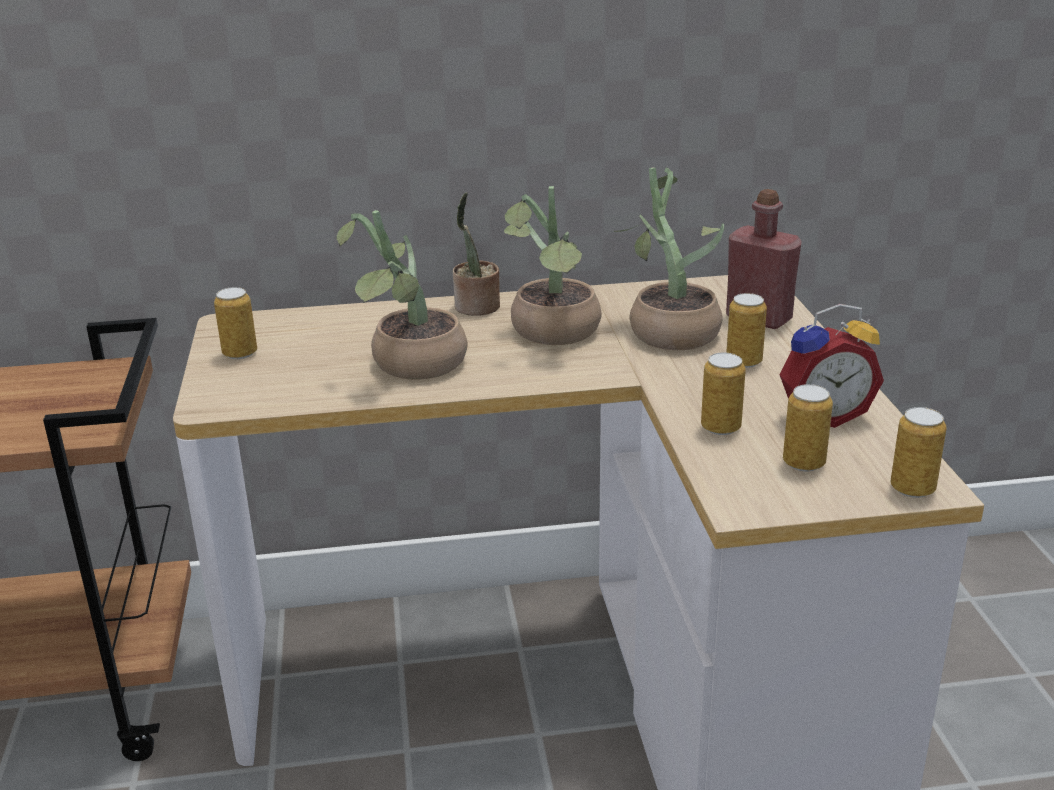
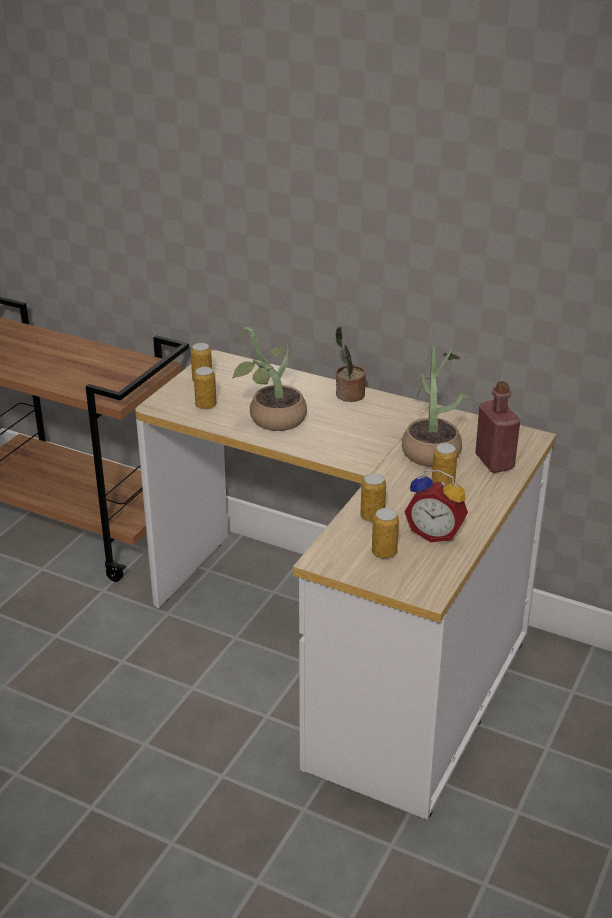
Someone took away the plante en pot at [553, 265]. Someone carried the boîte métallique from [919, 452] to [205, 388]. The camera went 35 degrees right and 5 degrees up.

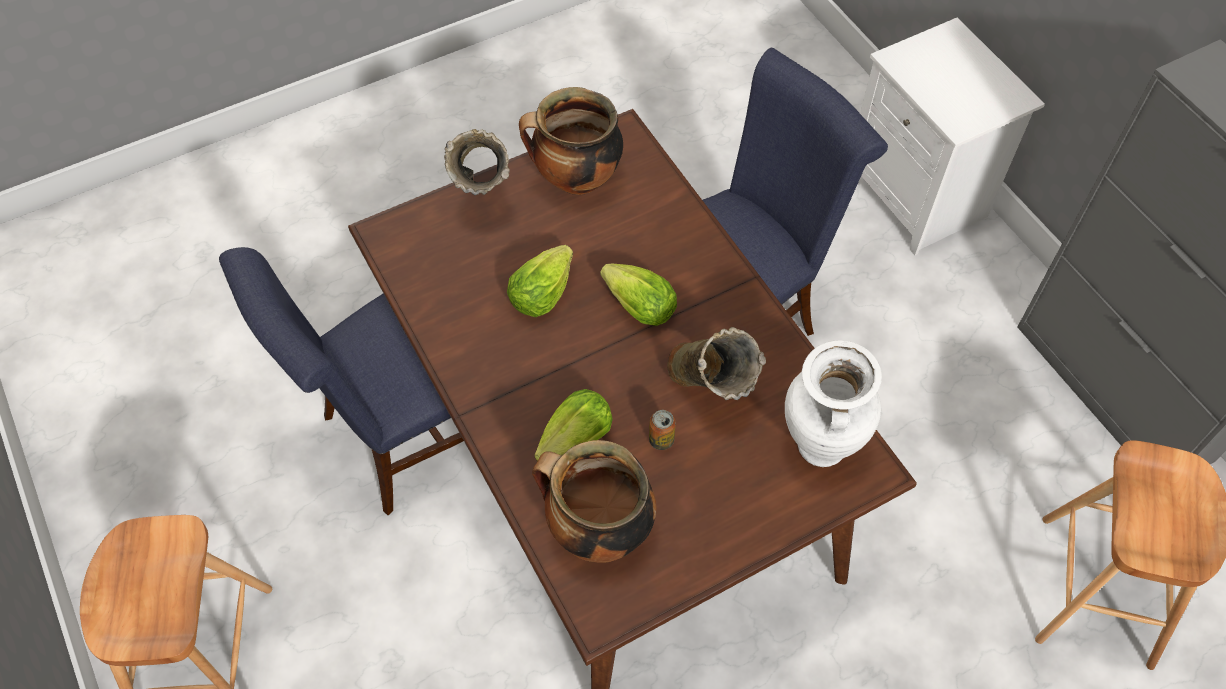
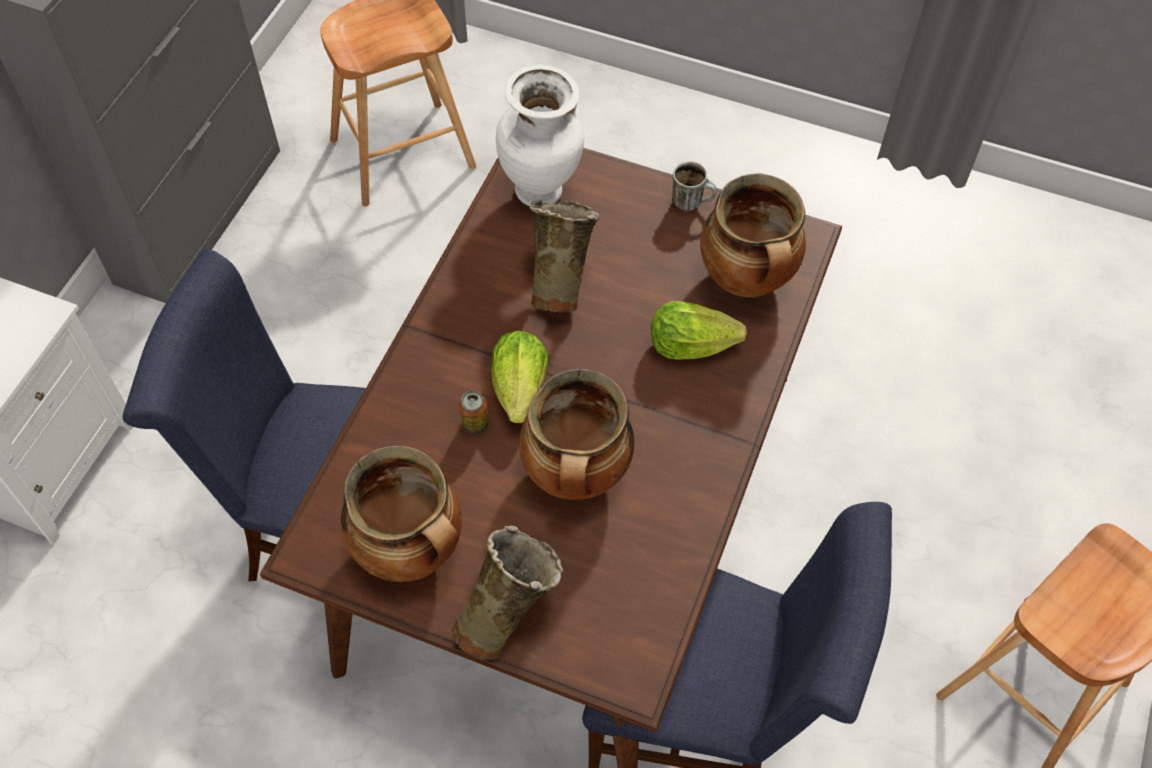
Someone put down the mug at [694, 186]. Someone carried the boîte métallique from [662, 430] to [474, 413]. Someone swapped the laitue at [540, 281] for the marmite at [576, 434]. The camera went 130 degrees left and 0 degrees up.

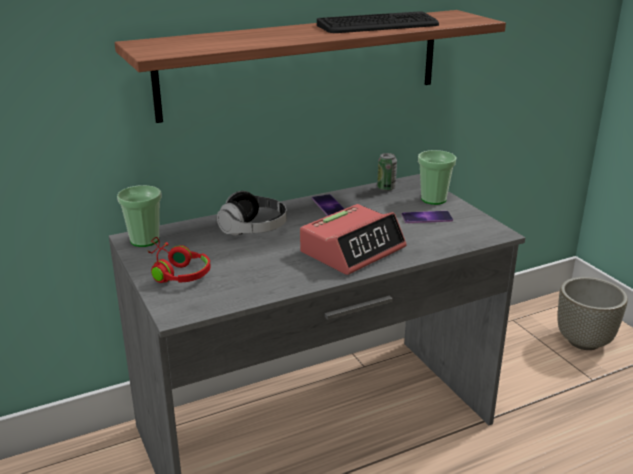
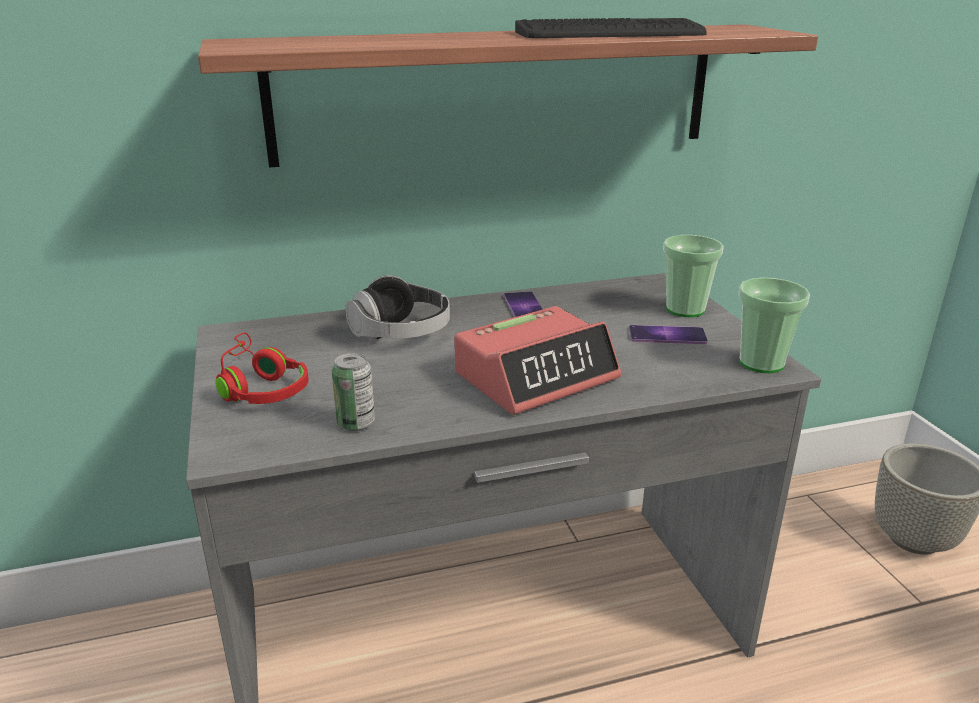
Someone carried the tasse from [139, 216] to [774, 325]. Someone carried the boîte métallique from [387, 172] to [353, 392]. The camera went 10 degrees right and 0 degrees up.

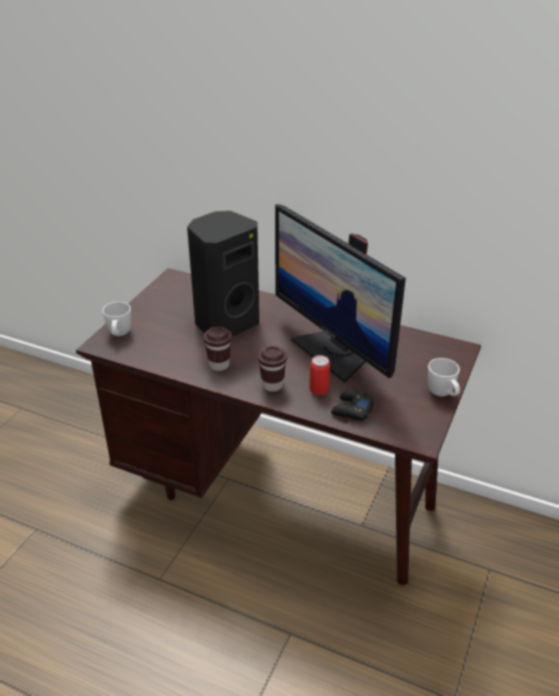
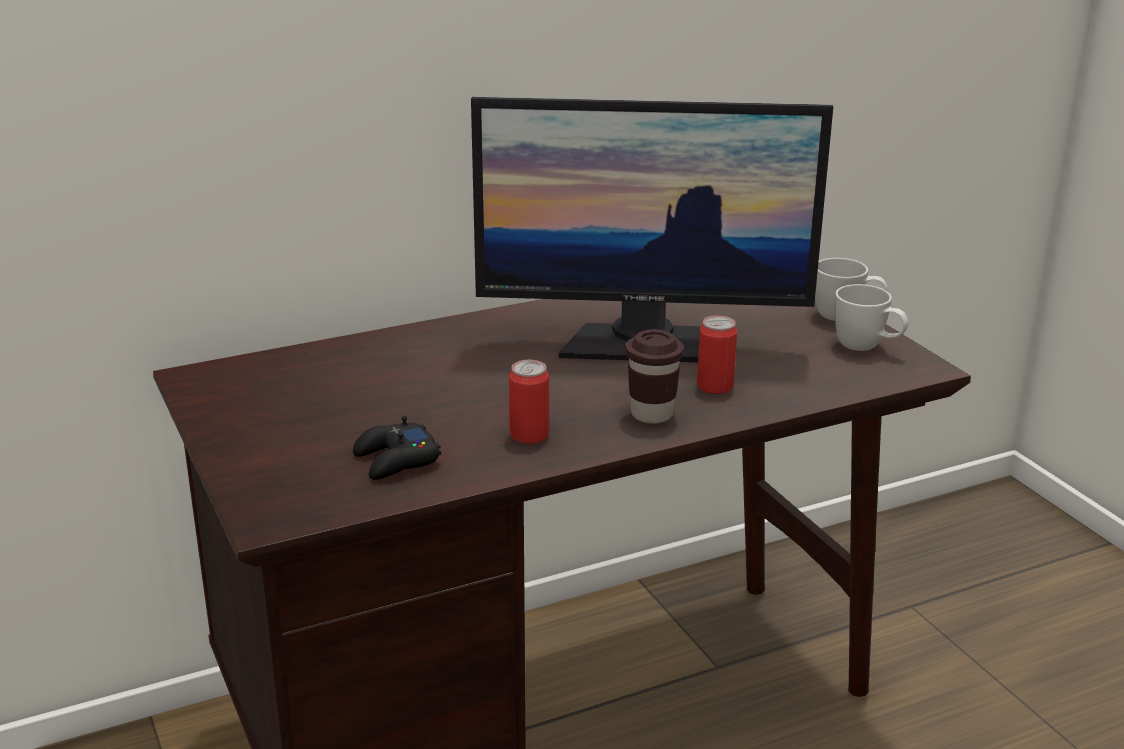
Someone took away the enceinte [noir] at [223, 274]. Someone carried the mug [blanc] from [116, 319] to [872, 317]. Someone carried the manette [noir] from [353, 405] to [397, 448]. Someone swapped the tasse [marron] at [217, 348] for the boîte métallique at [529, 402]. The camera went 50 degrees left and 10 degrees down.

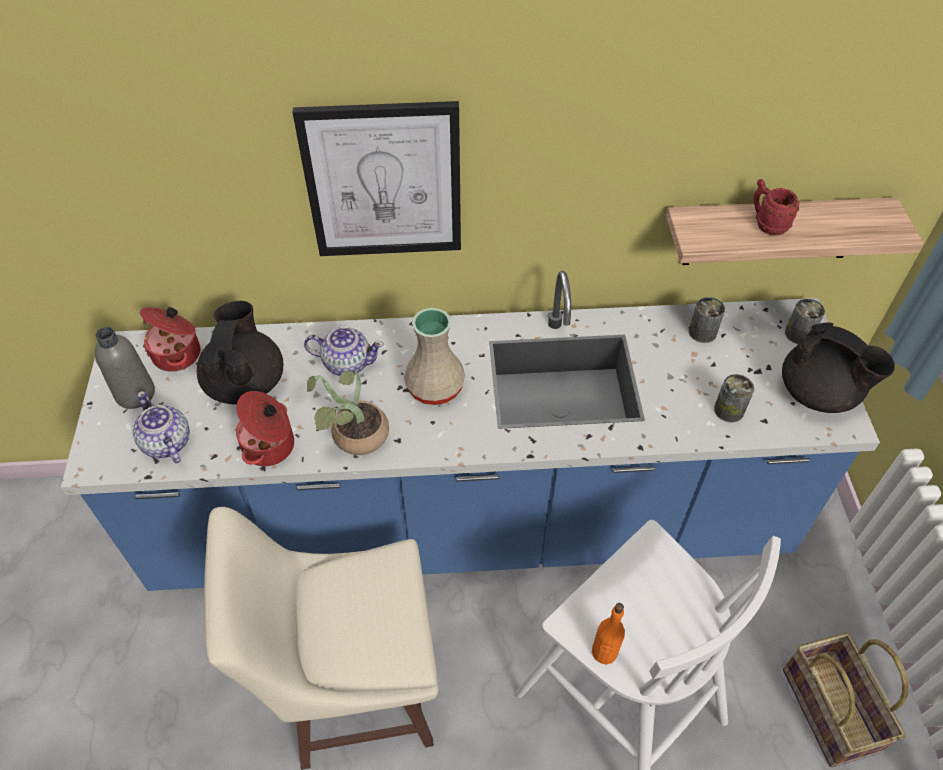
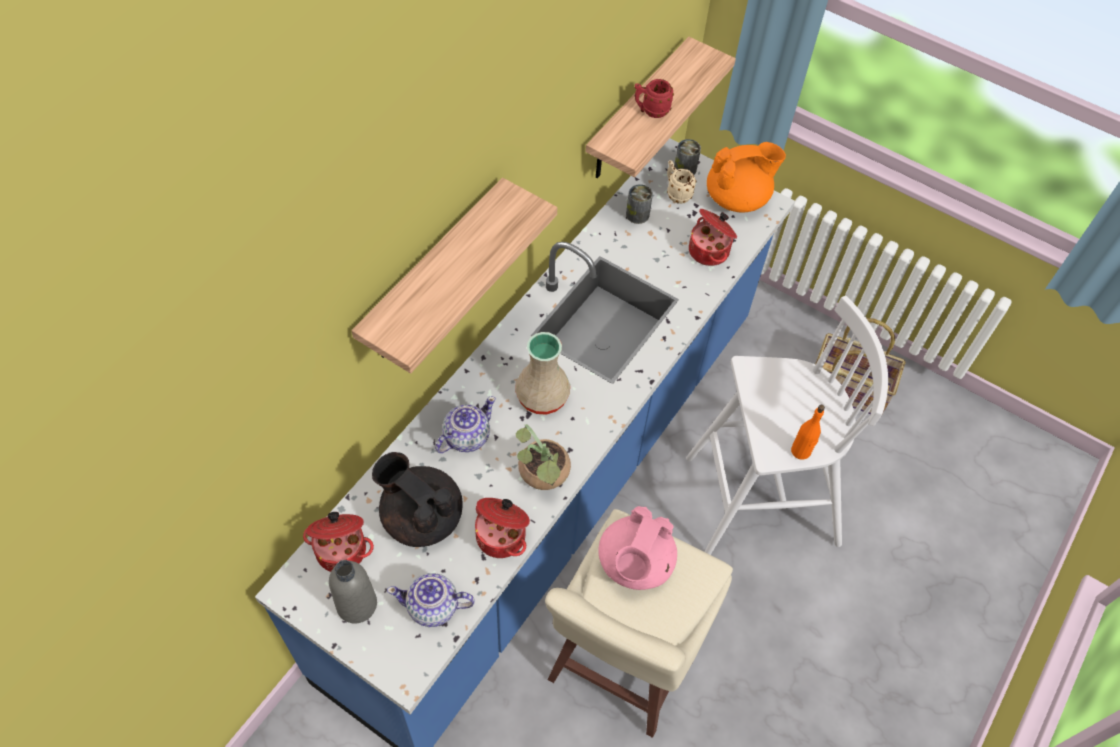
Someone put down the théière [rose] at [637, 548]. Someone put down the mug [beige] at [681, 182]. Someone swapped the tableau at [377, 178] for the étagère at [454, 276]. Someone swapped the boîte métallique at [734, 398] for the marmite at [713, 237]. Someone repainted the théière [noir] at [838, 368], which became the théière [orange] at [746, 177]. The camera went 55 degrees left and 5 degrees up.

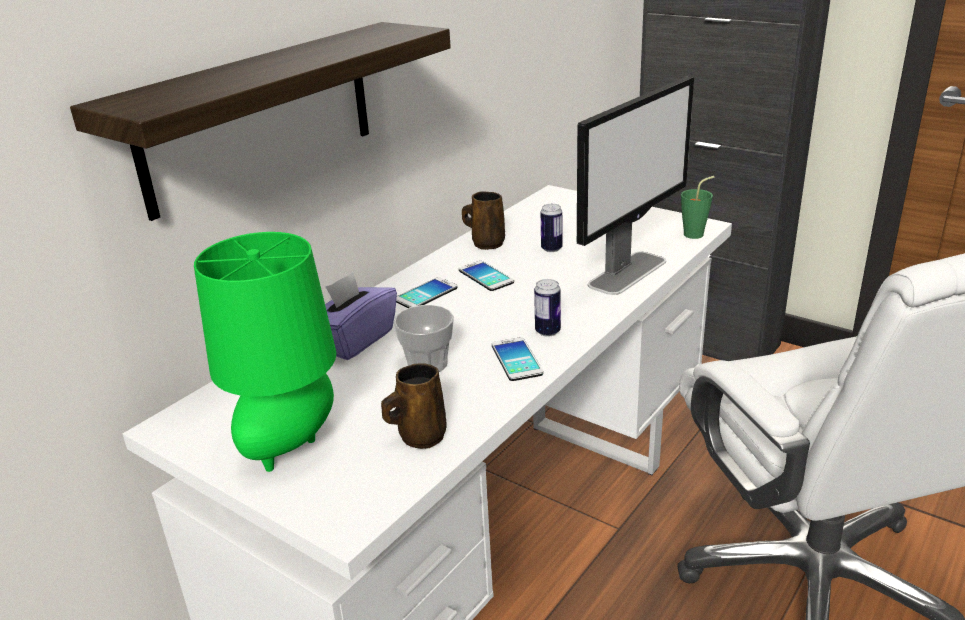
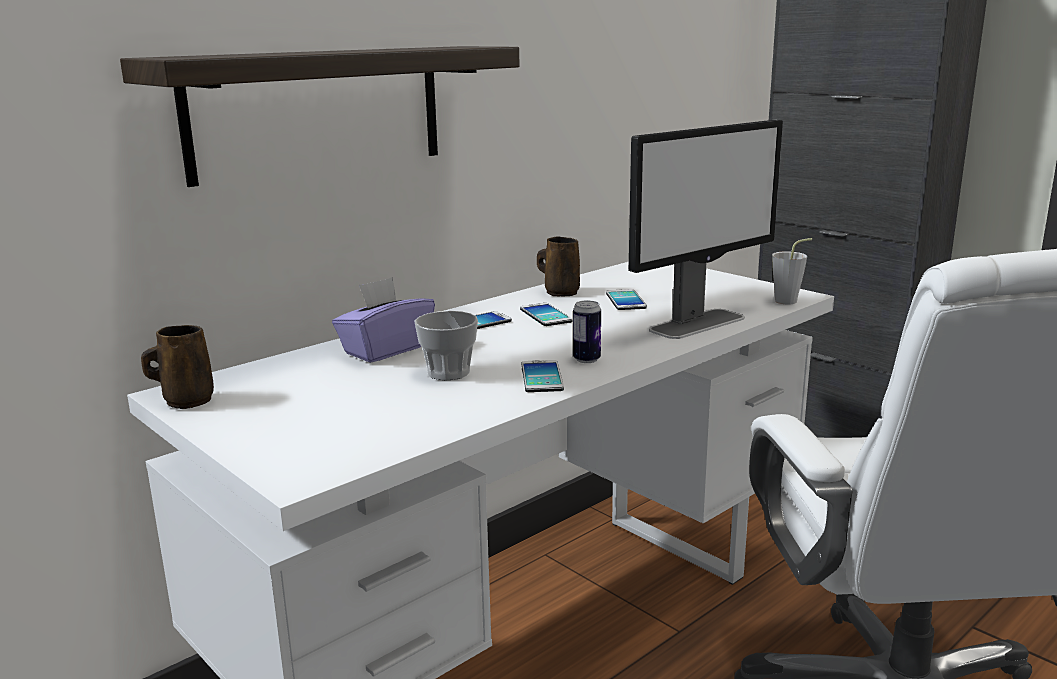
Someone took away the lampe de table [vert] at [265, 352]. Someone carried the mug [marron] from [414, 406] to [177, 367]. Someone swapped the boîte métallique at [551, 228] for the téléphone at [626, 299]. Someone repainted the tasse [vert] at [698, 207], which became the tasse [gris] at [792, 271]. The camera went 10 degrees right and 10 degrees down.

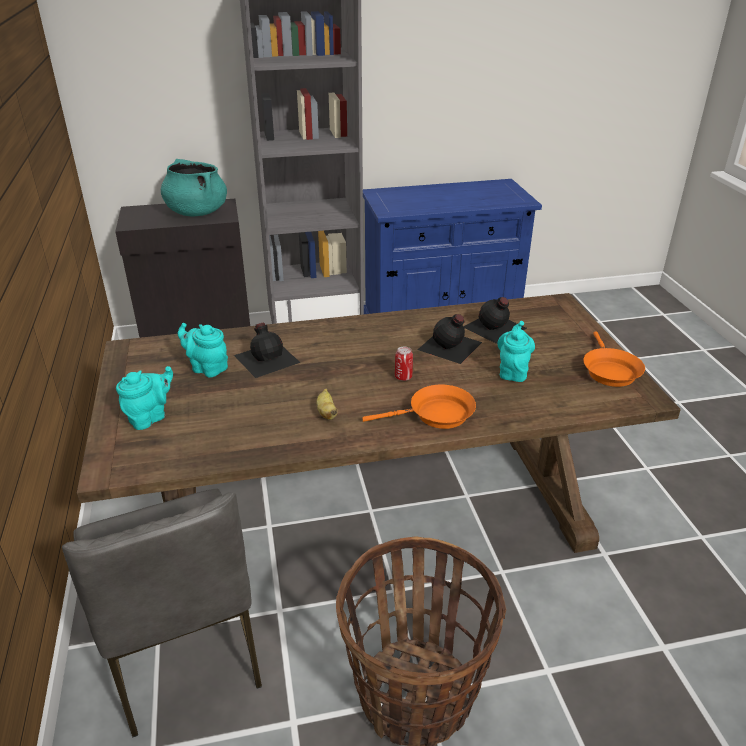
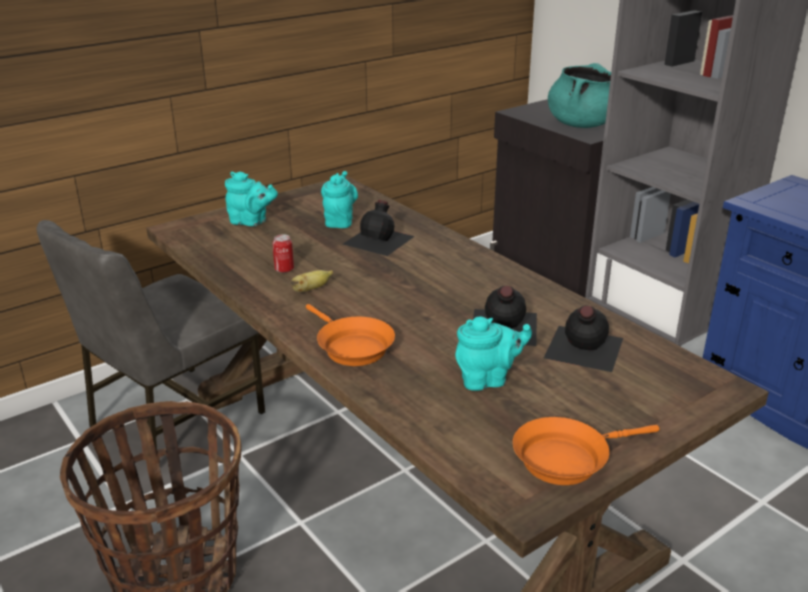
Someone carried the boîte métallique from [404, 364] to [283, 253]. The camera went 65 degrees right and 5 degrees down.

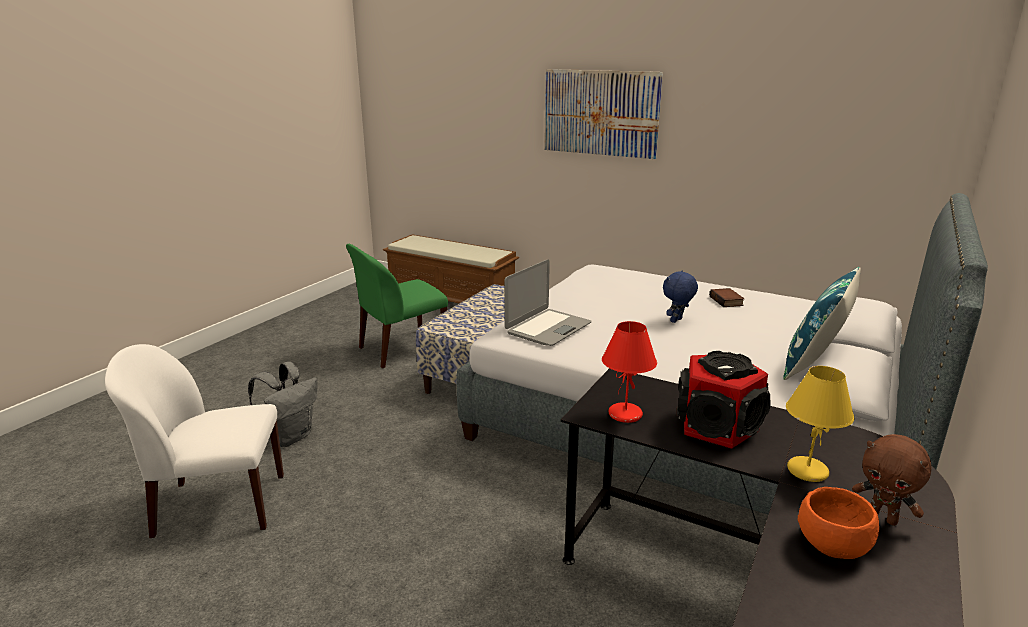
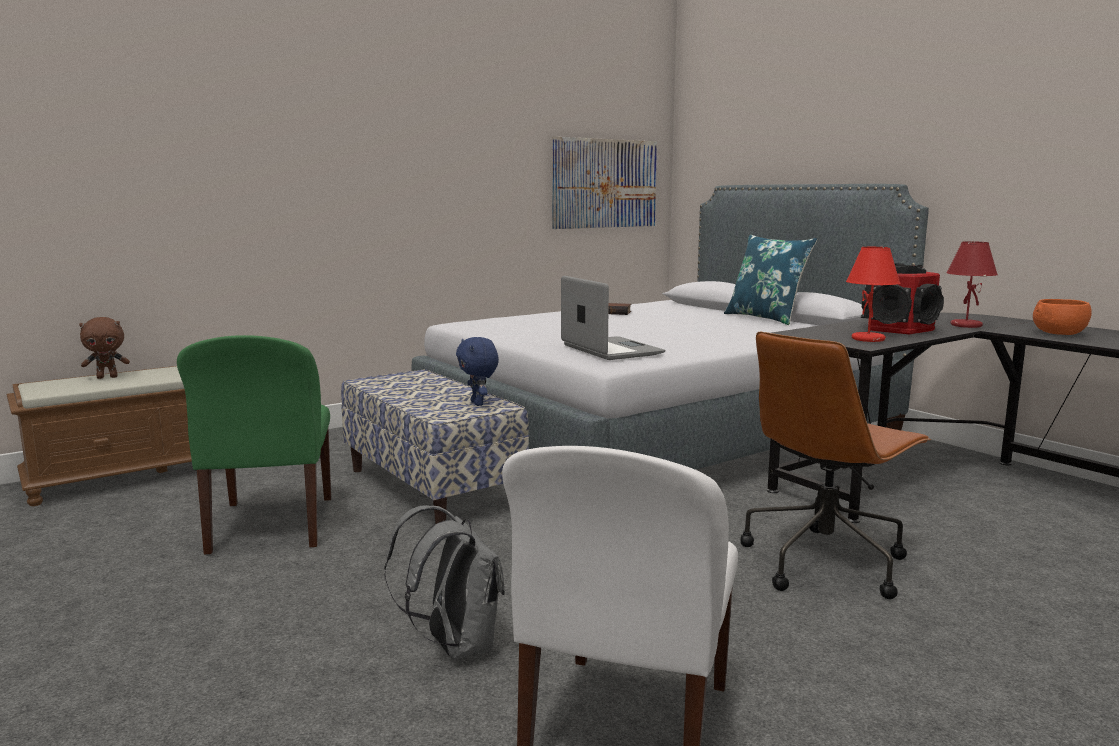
Someone put down the chaise de bureau [marron] at [835, 465]. Someone carried the tableau from [603, 114] to [604, 183]. Someone carried the peluche [bleu] from [680, 297] to [477, 371]. Someone carried the peluche [marron] from [892, 480] to [104, 348]. Someone repainted the lampe de table [jaune] at [820, 424], which became the lampe de table [rouge] at [972, 284]. The camera went 65 degrees left and 10 degrees down.

